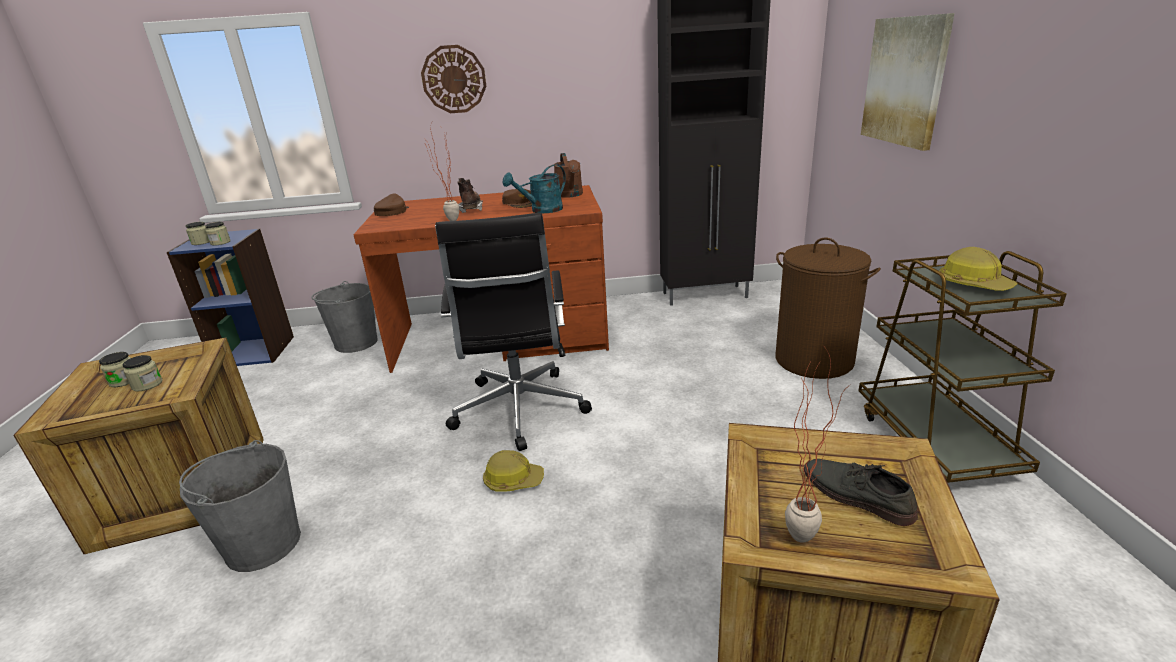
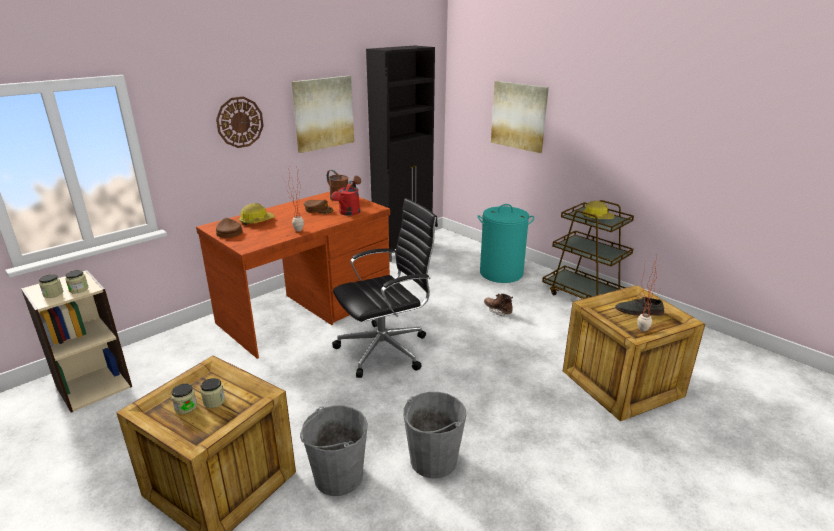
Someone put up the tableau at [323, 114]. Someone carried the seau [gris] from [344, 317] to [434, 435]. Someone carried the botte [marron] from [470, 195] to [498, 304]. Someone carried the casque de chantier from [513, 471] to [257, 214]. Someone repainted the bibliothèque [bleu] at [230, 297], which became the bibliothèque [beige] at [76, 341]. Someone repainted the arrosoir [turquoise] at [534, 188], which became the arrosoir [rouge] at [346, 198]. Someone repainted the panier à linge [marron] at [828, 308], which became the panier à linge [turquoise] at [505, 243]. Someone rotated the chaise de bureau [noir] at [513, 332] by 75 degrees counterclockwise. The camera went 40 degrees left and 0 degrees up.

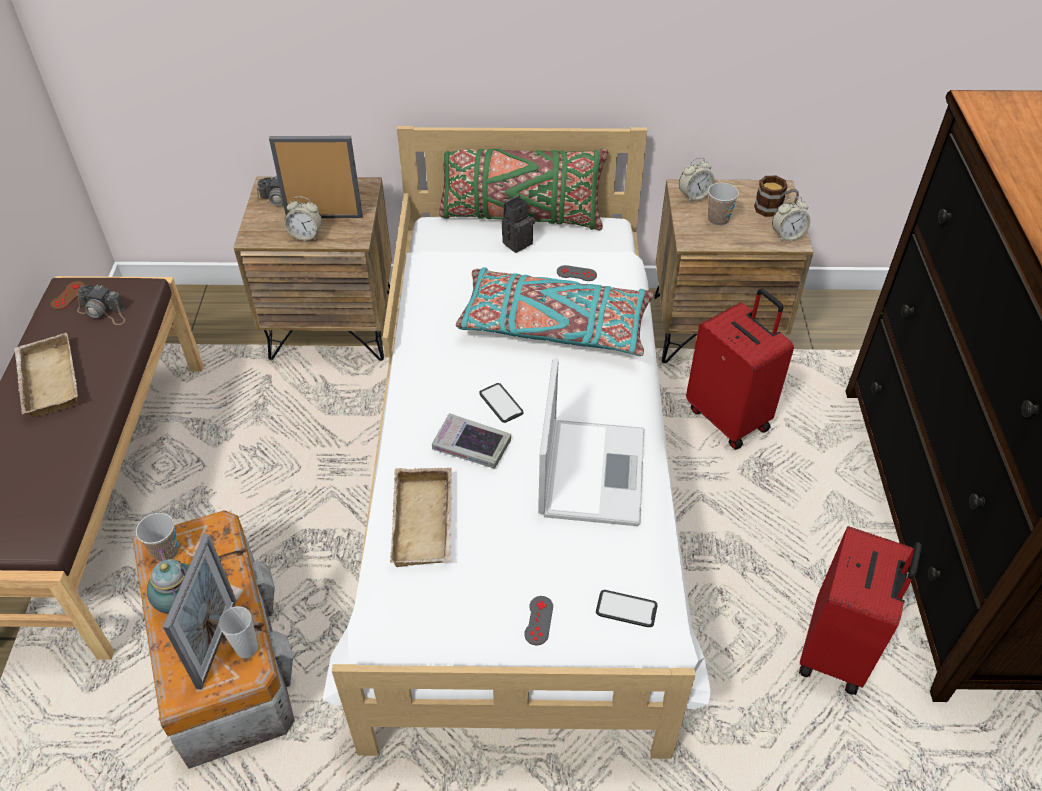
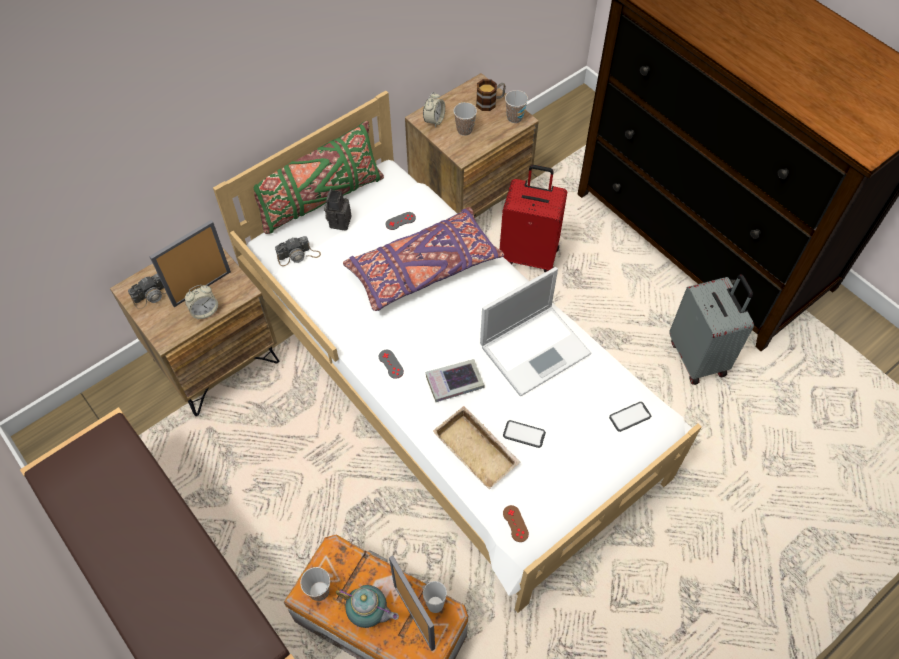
Someone took away the plateau [beige] at [46, 375]. Someone carried the manette [marron] from [68, 295] to [516, 523]. Someone carried the appareil photo from [101, 304] to [298, 251]. Someone carried the téléphone from [501, 403] to [524, 434]. Someone carried the manette [gris] from [538, 620] to [391, 364]. Someone swapped the réveil at [791, 219] for the tasse at [516, 106]. Someone repainted the coussin [turquoise] at [555, 311], which became the coussin [violet] at [423, 259]. Someone repainted the valise [rouge] at [860, 610], which became the valise [gris] at [711, 329]. Someone rotated the ordinateur portable at [591, 442] by 90 degrees clockwise. The camera went 40 degrees left and 10 degrees up.

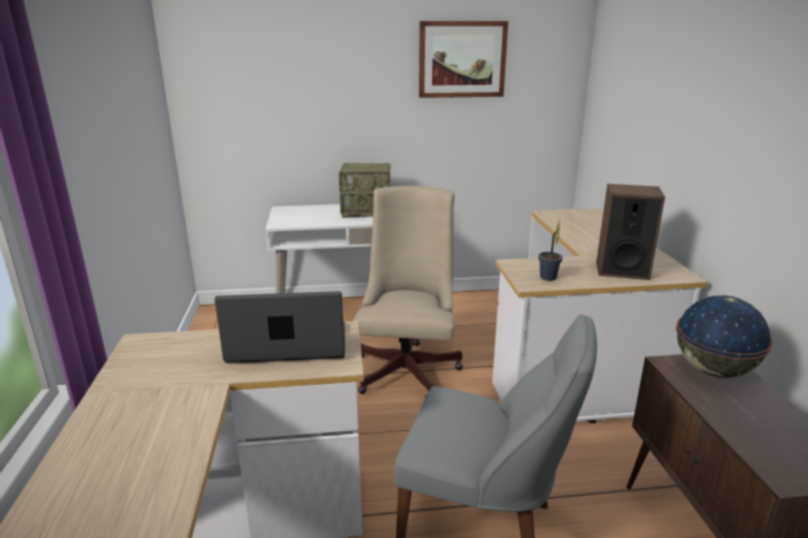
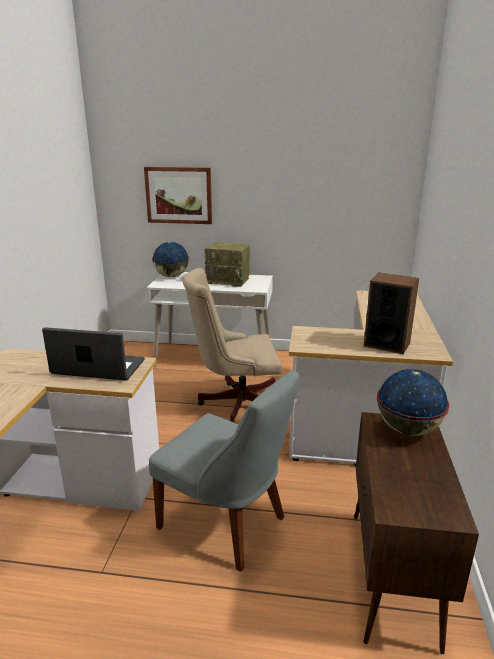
Someone took away the plante en pot at [550, 249]. Someone put down the globe at [170, 259]. Someone carried the tableau from [463, 59] to [178, 195]. Someone rotated the chaise de bureau [beige] at [408, 292] by 120 degrees counterclockwise. The camera went 15 degrees right and 0 degrees up.

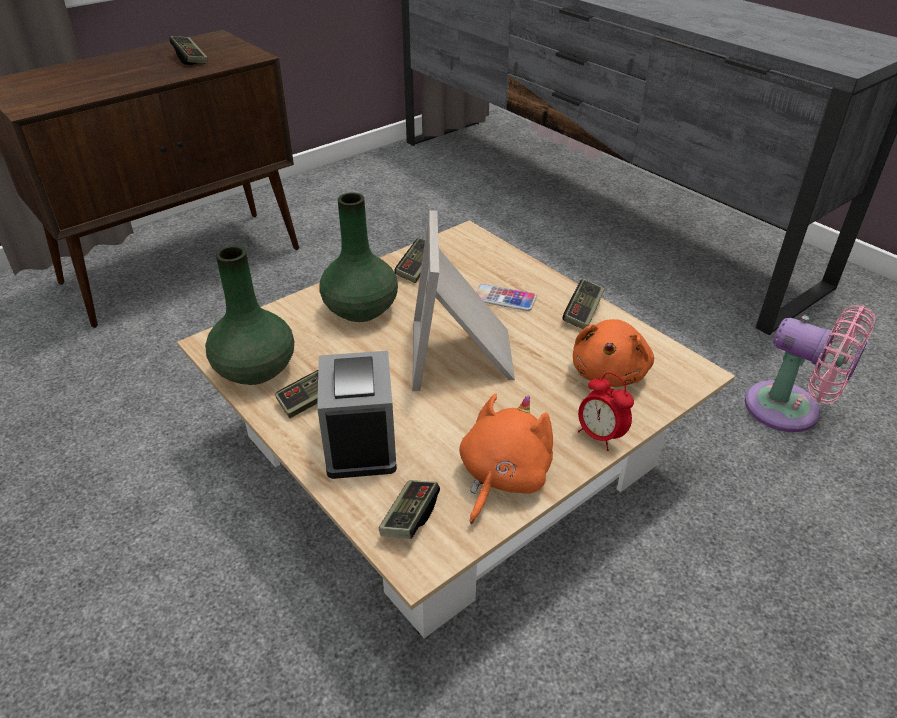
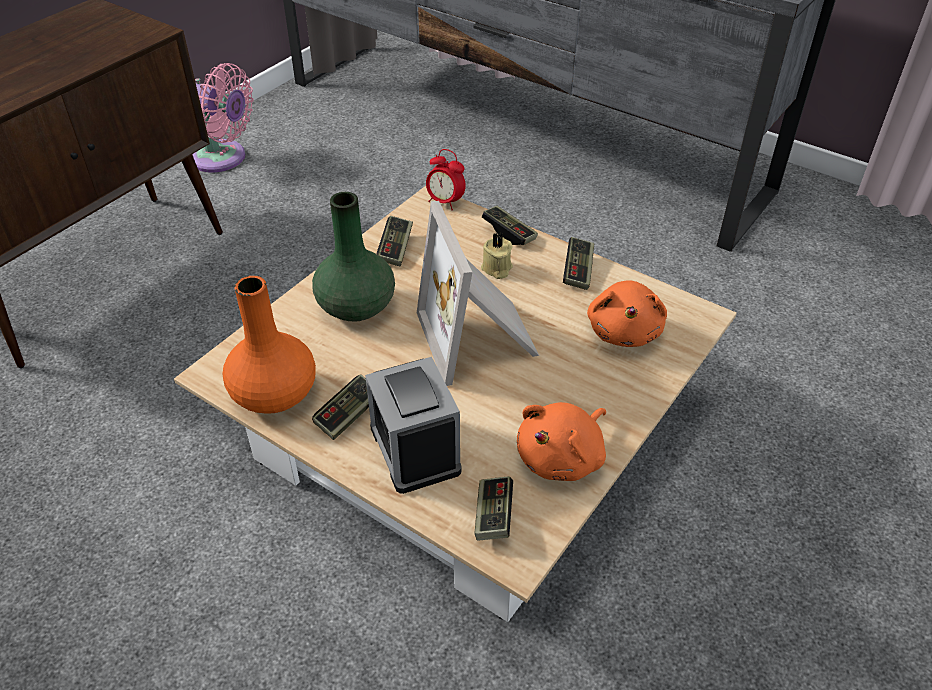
Someone carried the manette from [188, 50] to [510, 225]. Someone carried the réveil from [606, 411] to [446, 179]. Someone carried the ventilateur [rose] from [810, 368] to [223, 117]. Someone swapped the téléphone at [506, 297] for the bougie [beige] at [497, 256]. Someone repainted the vase [vert] at [249, 315], which became the vase [orange] at [269, 345]. Someone rotated the peluche [orange] at [506, 458] by 150 degrees counterclockwise. The camera went 15 degrees left and 5 degrees up.

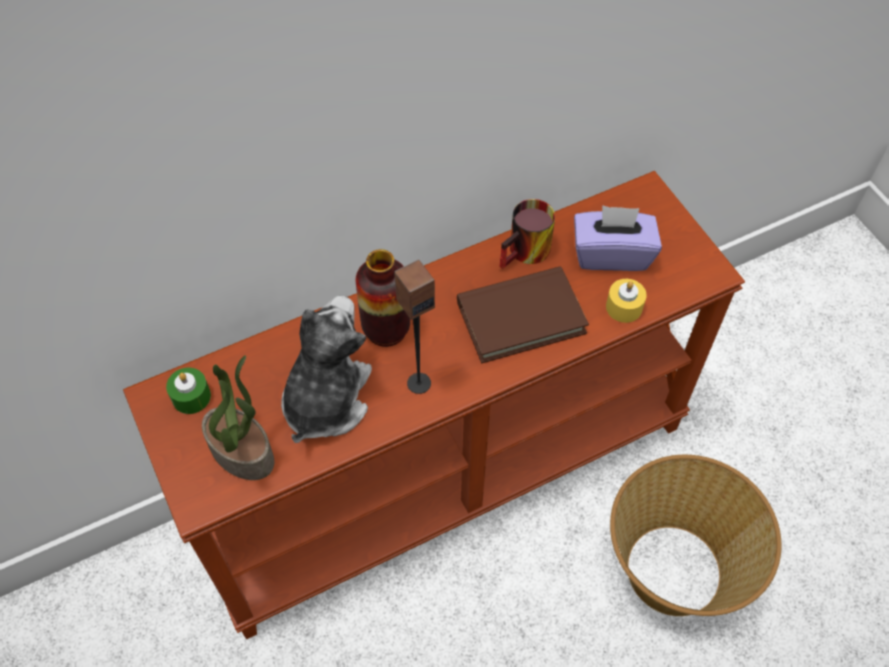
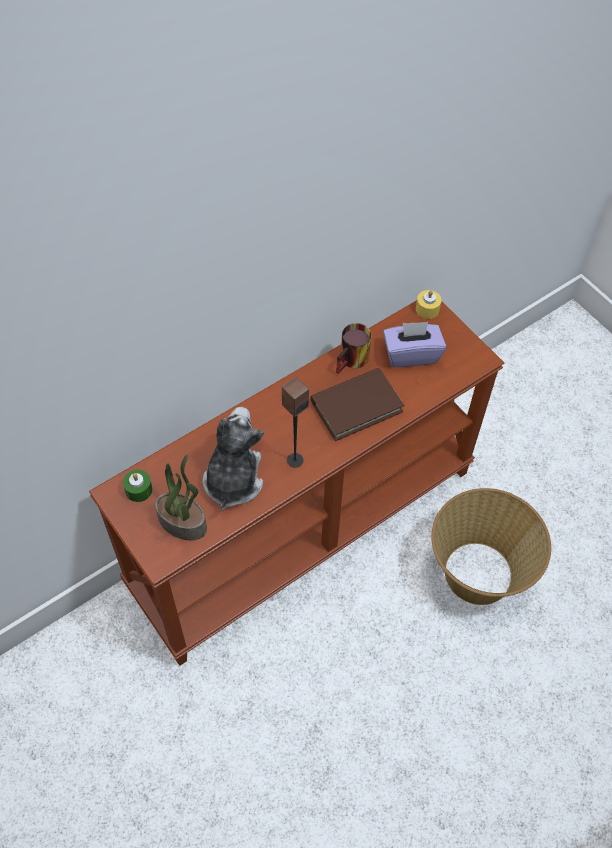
Someone took away the vase at [383, 298]. Someone carried the bougie [jaune] from [626, 301] to [429, 304]. The camera went 10 degrees left and 0 degrees up.

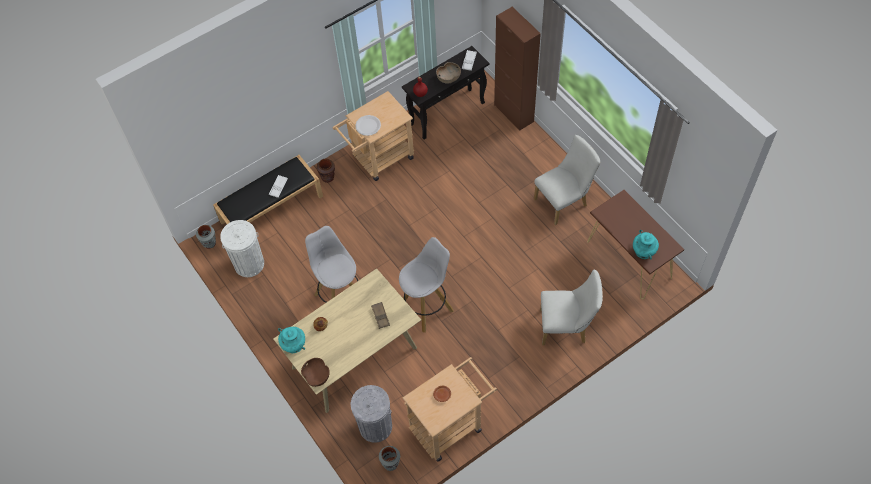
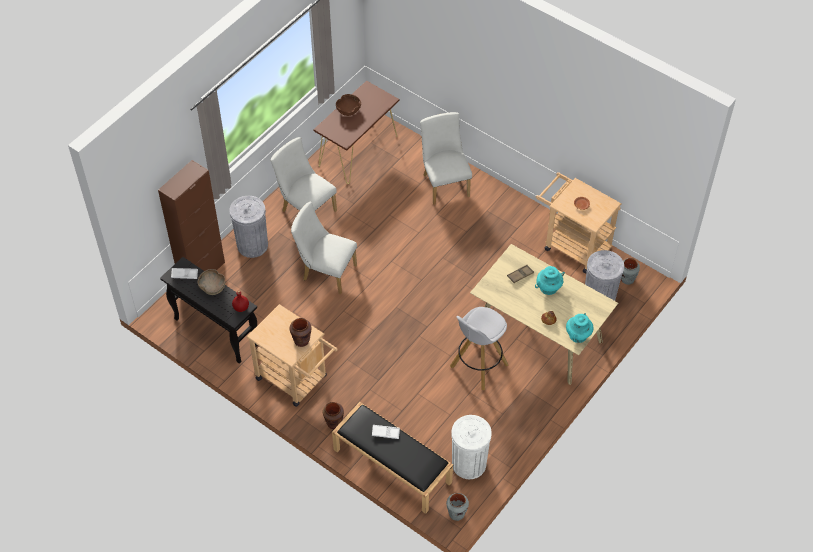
Someone took away the tabouret [blanc] at [426, 285]. Someone put down the poubelle [gris] at [248, 227]. Someone put down the chaise [blanc] at [324, 248]. Someone carried the bol [marron] from [315, 372] to [348, 105]. Someone carried the vase [turquoise] from [646, 245] to [550, 280]. Someone swapped the assiette [blanc] at [368, 125] for the vase [marron] at [300, 332]. The camera went 110 degrees left and 5 degrees down.

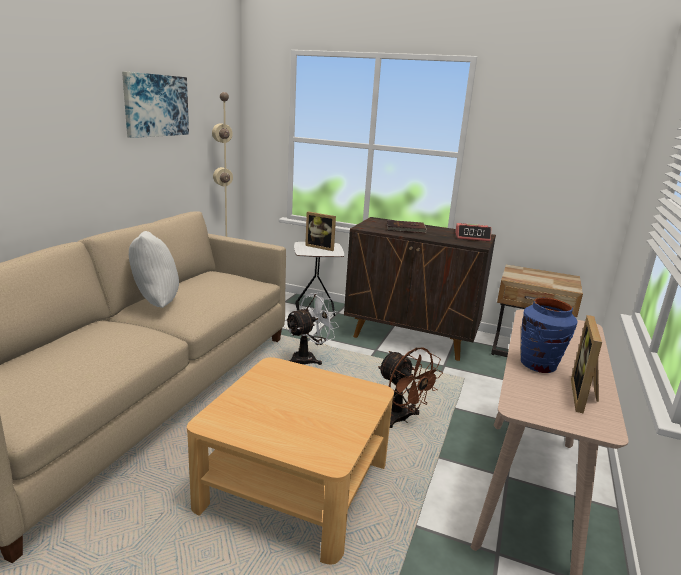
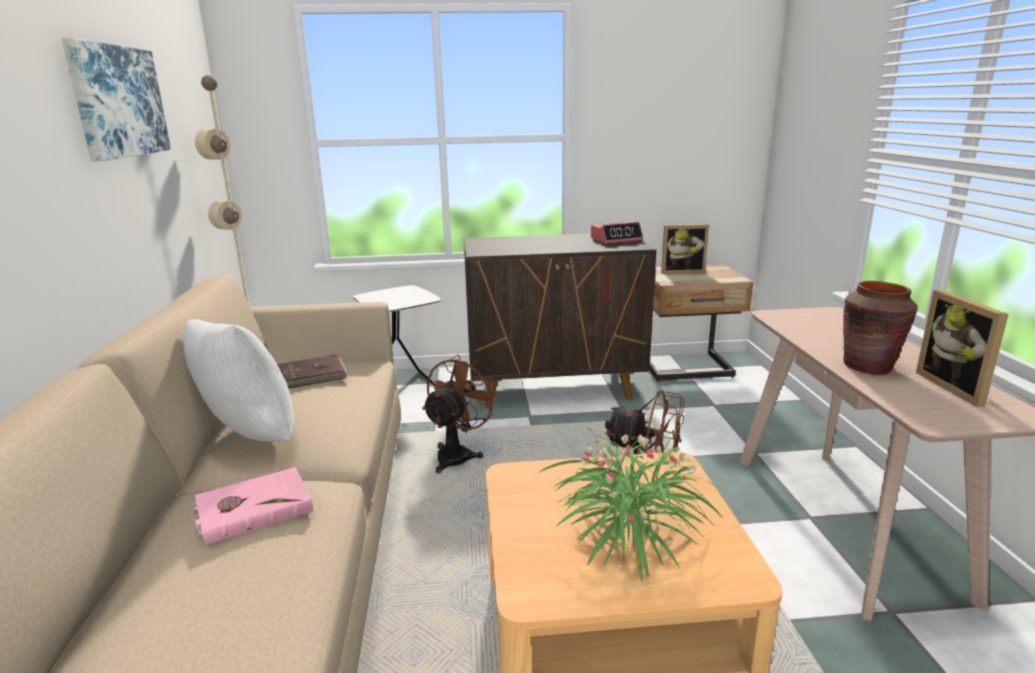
Someone put down the livre [rose] at [252, 506]. Someone put down the plante en pot at [630, 504]. Someone carried the cadre photo from [320, 231] to [685, 249]. Someone carried the livre [marron] from [407, 226] to [312, 371]. Someone repainted the ventilateur [blanc] at [312, 328], which became the ventilateur [marron] at [461, 414]. Someone repainted the vase [bleu] at [549, 335], which became the vase [marron] at [880, 328]. The camera went 25 degrees left and 0 degrees up.

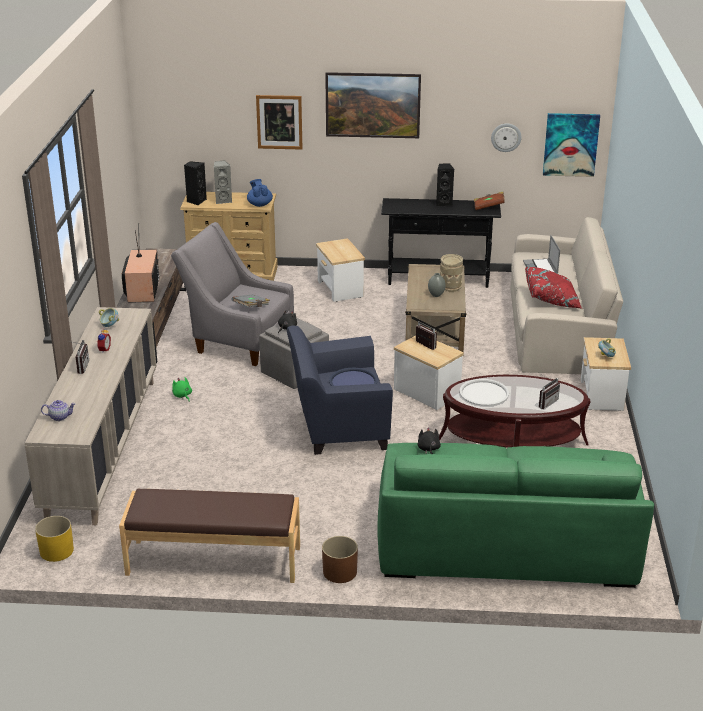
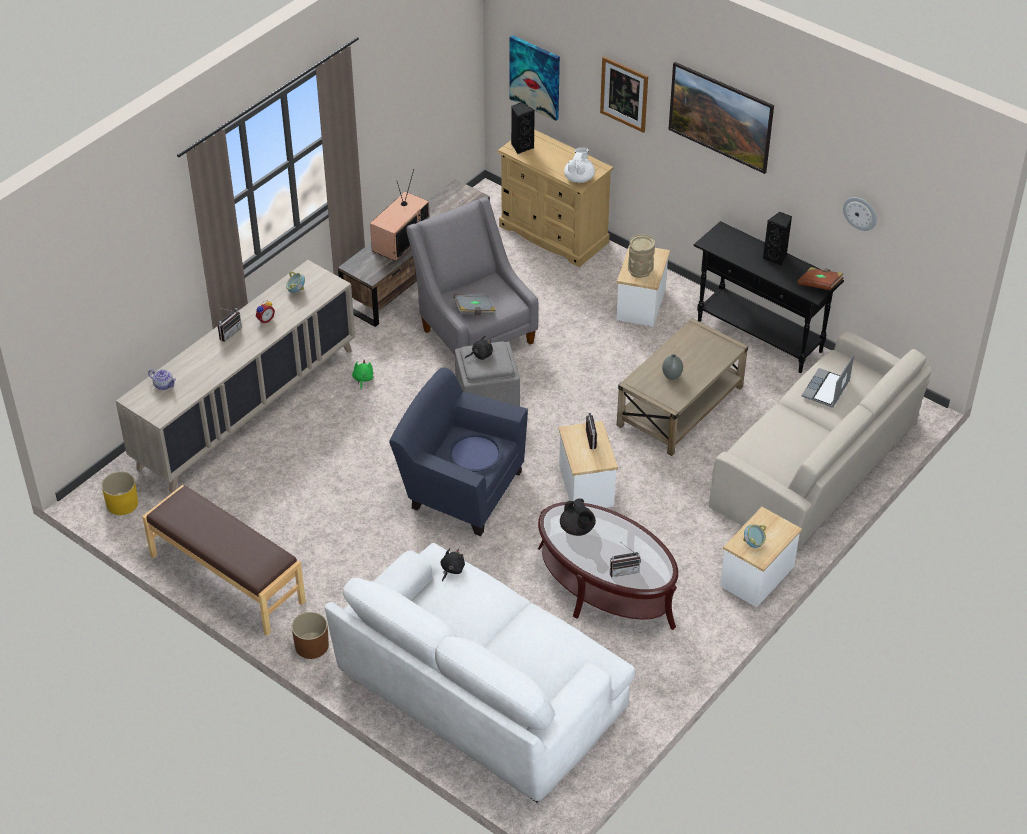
Someone took away the enceinte [gris] at [223, 182]. Someone took away the coussin [rouge] at [553, 287]. Someone carried the vase [beige] from [451, 273] to [641, 256]. Someone carried the tableau from [571, 145] to [534, 78]. Someone swapped the plateau [blanc] at [484, 392] for the théière [noir] at [578, 517]. Someone repainted the théière [bleu] at [260, 193], which became the théière [blanc] at [579, 165]. Someone repainted the canapé [vert] at [515, 515], which became the canapé [blanc] at [480, 672]. The camera went 35 degrees right and 15 degrees up.

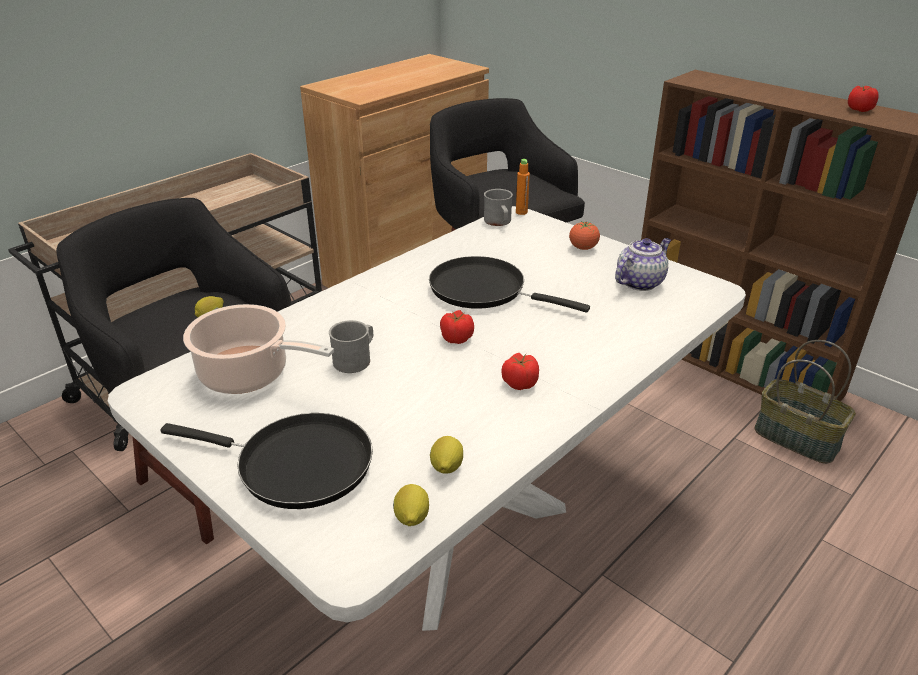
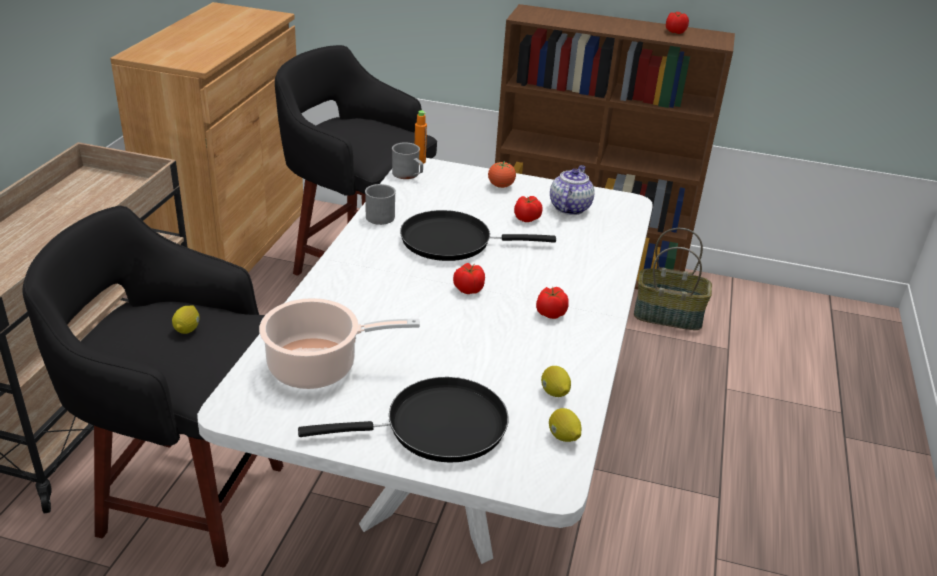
Someone put down the tomate at [528, 209]. Someone carried the mug [gris] from [351, 346] to [380, 204]. The camera went 30 degrees left and 0 degrees up.

